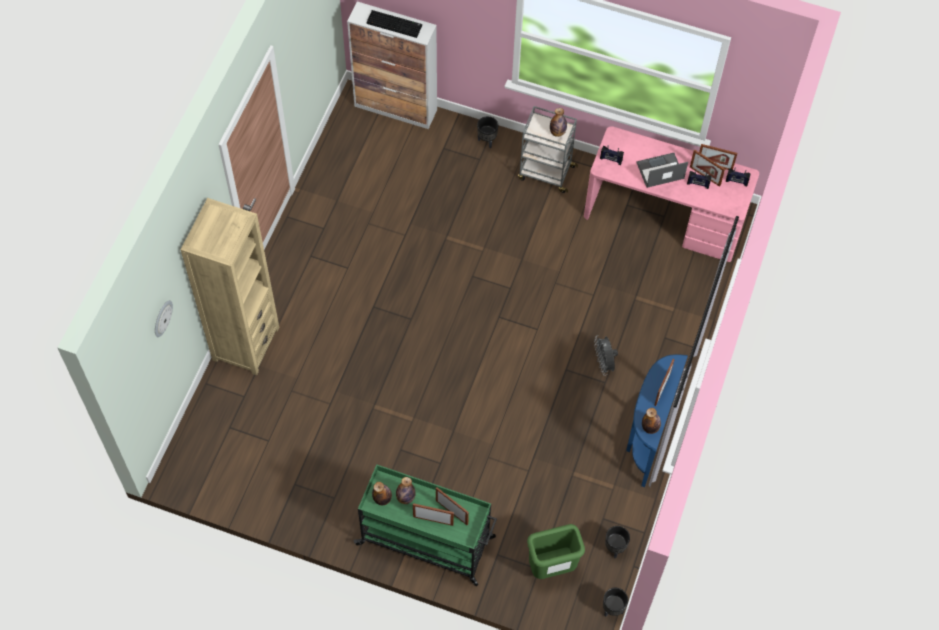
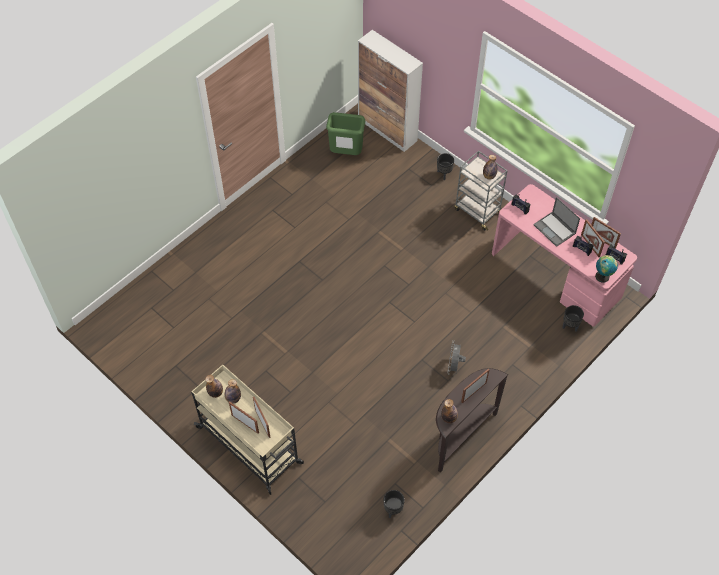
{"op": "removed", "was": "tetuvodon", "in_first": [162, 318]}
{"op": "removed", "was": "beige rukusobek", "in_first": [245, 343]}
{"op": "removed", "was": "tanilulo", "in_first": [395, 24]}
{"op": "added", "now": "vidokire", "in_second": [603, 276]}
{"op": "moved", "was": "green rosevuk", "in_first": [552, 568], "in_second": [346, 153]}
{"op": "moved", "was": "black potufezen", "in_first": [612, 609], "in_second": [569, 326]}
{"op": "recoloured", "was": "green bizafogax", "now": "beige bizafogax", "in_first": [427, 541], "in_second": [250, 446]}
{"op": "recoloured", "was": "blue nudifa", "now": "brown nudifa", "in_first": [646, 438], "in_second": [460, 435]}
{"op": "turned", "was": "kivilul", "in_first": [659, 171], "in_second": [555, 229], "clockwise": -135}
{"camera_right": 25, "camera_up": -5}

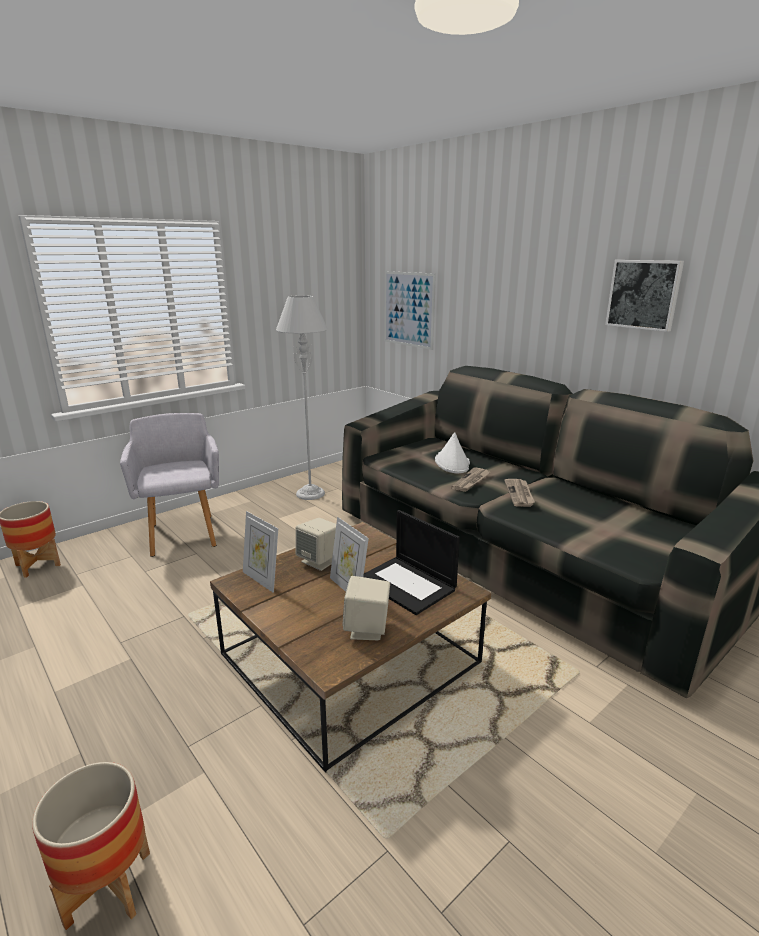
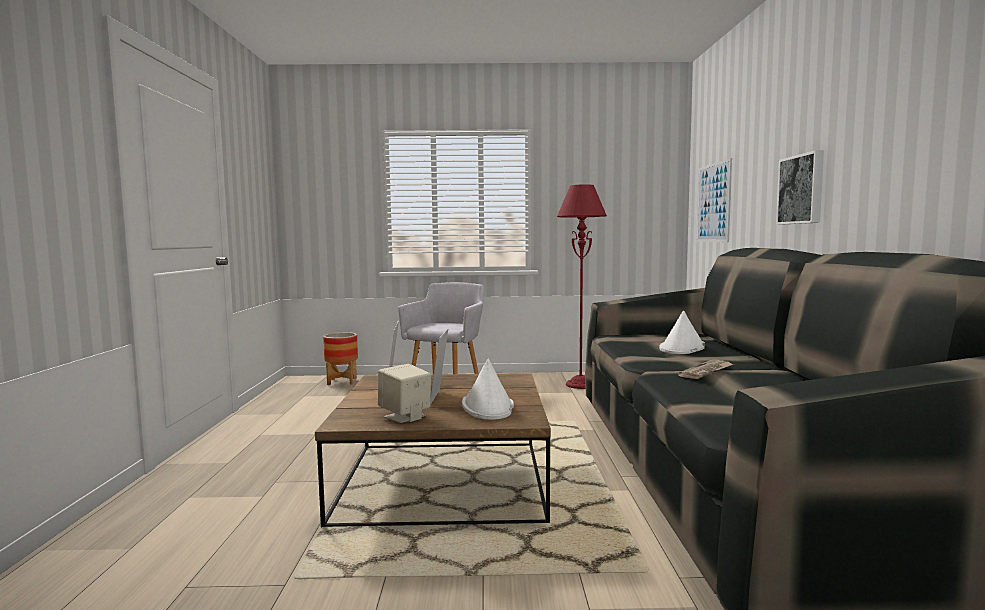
{"op": "removed", "was": "potufezen", "in_first": [109, 887]}
{"op": "removed", "was": "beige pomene", "in_first": [319, 561]}
{"op": "removed", "was": "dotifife", "in_first": [471, 481]}
{"op": "moved", "was": "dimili", "in_first": [644, 294], "in_second": [802, 189]}
{"op": "replaced", "was": "kivilul", "now": "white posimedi", "in_first": [407, 584], "in_second": [488, 406]}
{"op": "recoloured", "was": "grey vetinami", "now": "red vetinami", "in_first": [310, 493], "in_second": [580, 385]}
{"camera_right": 40, "camera_up": -15}

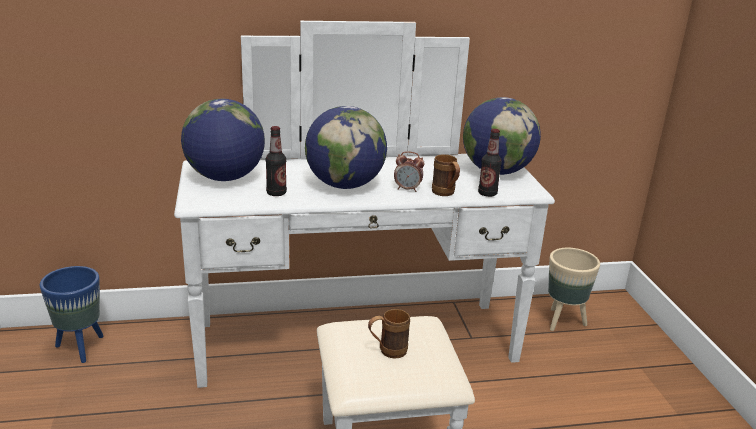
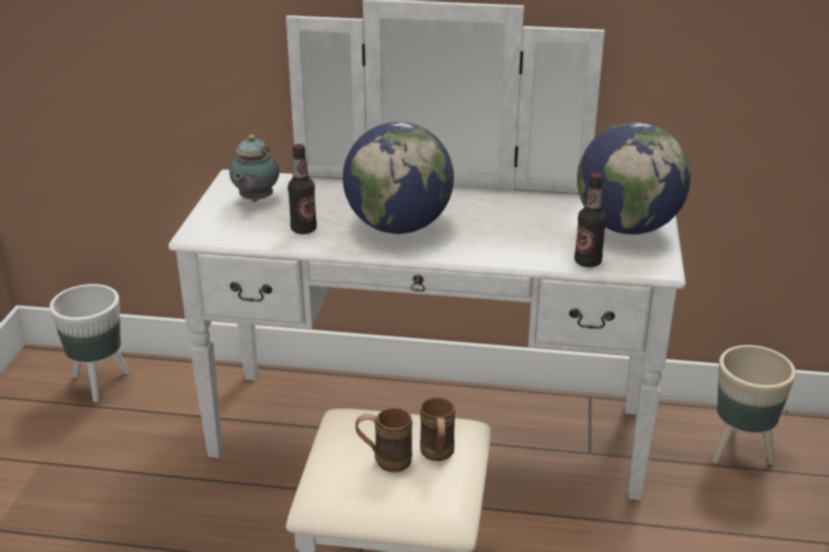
{"op": "removed", "was": "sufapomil", "in_first": [407, 189]}
{"op": "moved", "was": "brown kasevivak", "in_first": [445, 194], "in_second": [437, 456]}
{"op": "replaced", "was": "vidokire", "now": "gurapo", "in_first": [225, 178], "in_second": [255, 200]}
{"op": "recoloured", "was": "blue potufezen", "now": "white potufezen", "in_first": [81, 348], "in_second": [100, 383]}
{"camera_right": 20, "camera_up": 5}

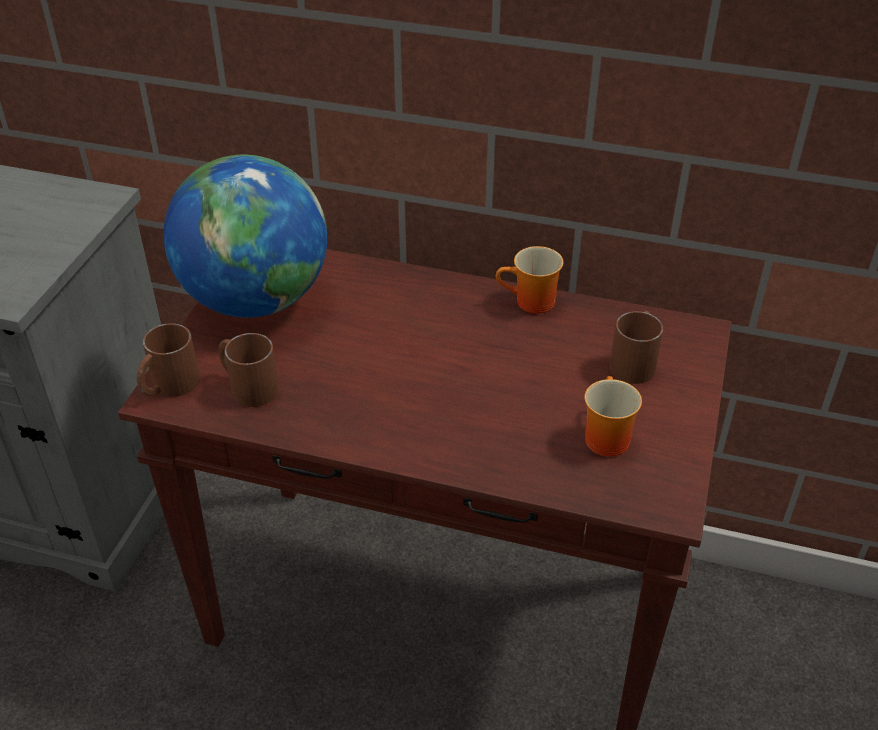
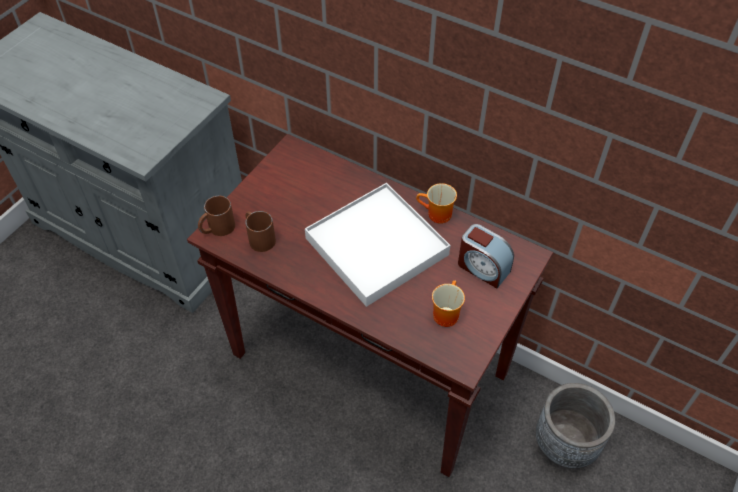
{"op": "removed", "was": "vidokire", "in_first": [255, 299]}
{"op": "added", "now": "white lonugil", "in_second": [376, 246]}
{"op": "added", "now": "grey potufezen", "in_second": [565, 443]}
{"op": "replaced", "was": "brown kasevivak", "now": "sufapomil", "in_first": [635, 361], "in_second": [482, 268]}
{"camera_right": 15, "camera_up": 10}

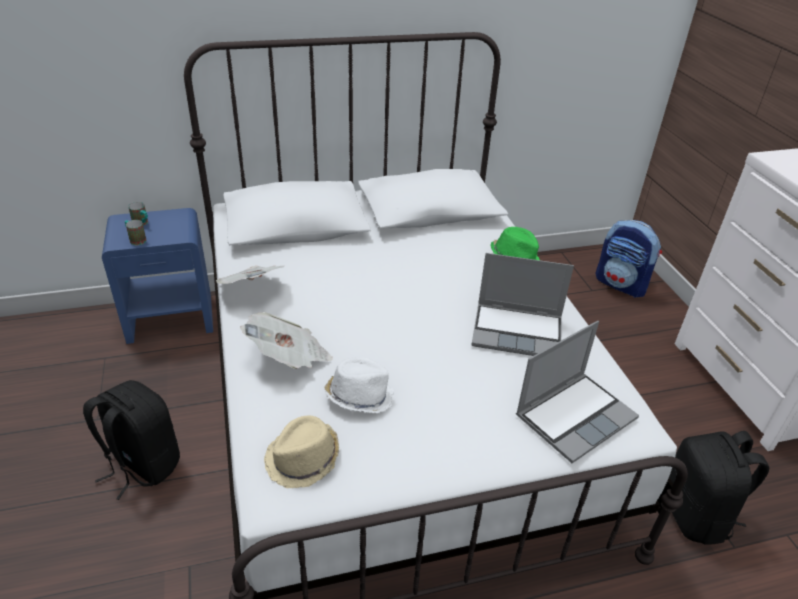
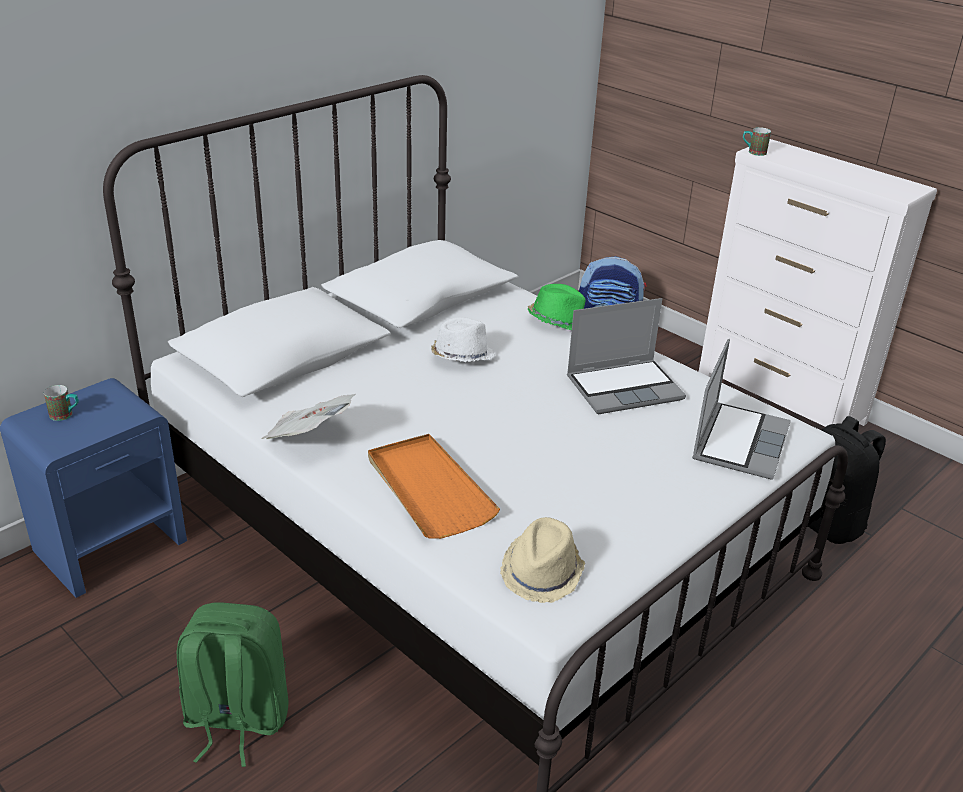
{"op": "moved", "was": "kasevivak", "in_first": [136, 239], "in_second": [753, 152]}
{"op": "moved", "was": "white posimedi", "in_first": [359, 396], "in_second": [461, 356]}
{"op": "replaced", "was": "dotifife", "now": "orange lonugil", "in_first": [289, 358], "in_second": [428, 489]}
{"op": "recoloured", "was": "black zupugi", "now": "green zupugi", "in_first": [142, 464], "in_second": [236, 719]}
{"camera_right": -30, "camera_up": -5}

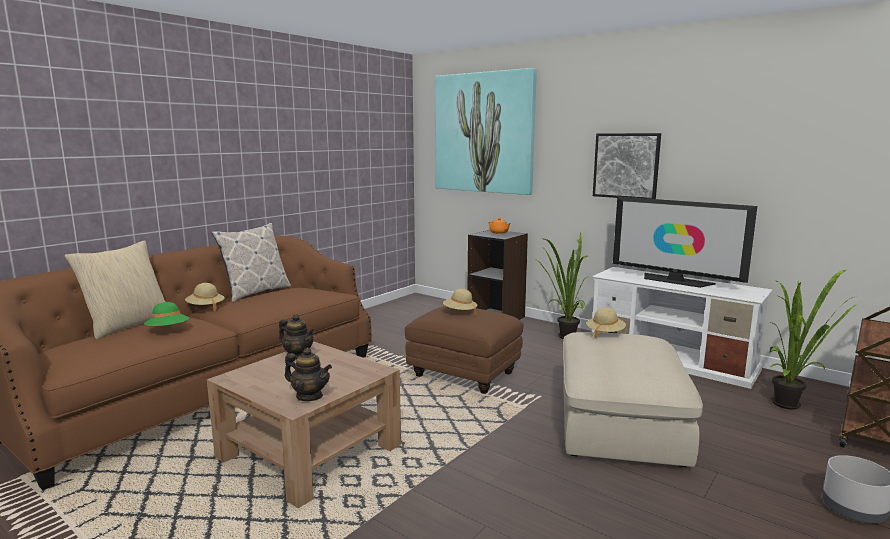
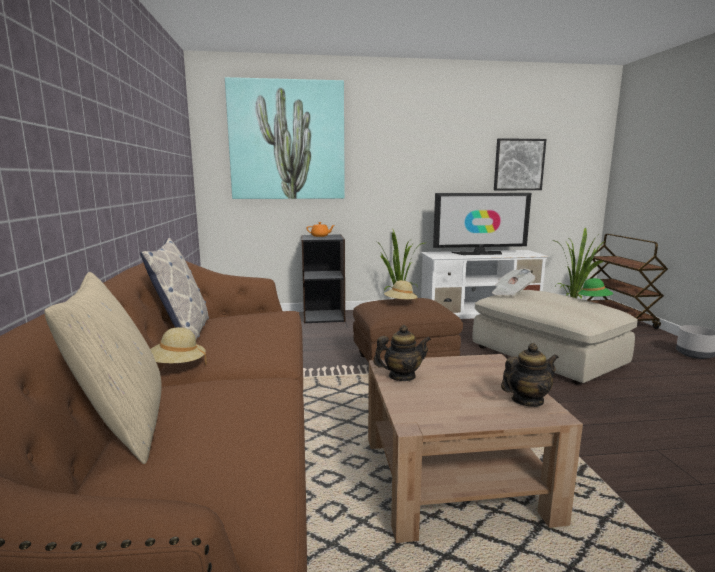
{"op": "moved", "was": "green posimedi", "in_first": [168, 330], "in_second": [593, 300]}
{"op": "moved", "was": "dimili", "in_first": [626, 166], "in_second": [518, 164]}
{"op": "replaced", "was": "beige posimedi", "now": "dotifife", "in_first": [605, 333], "in_second": [511, 293]}
{"camera_right": -45, "camera_up": 0}

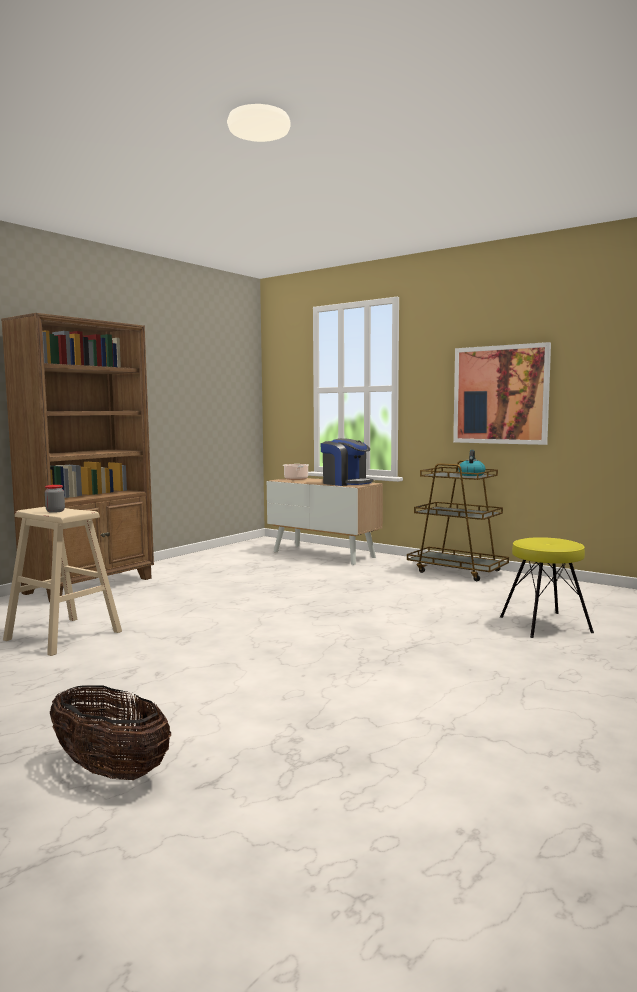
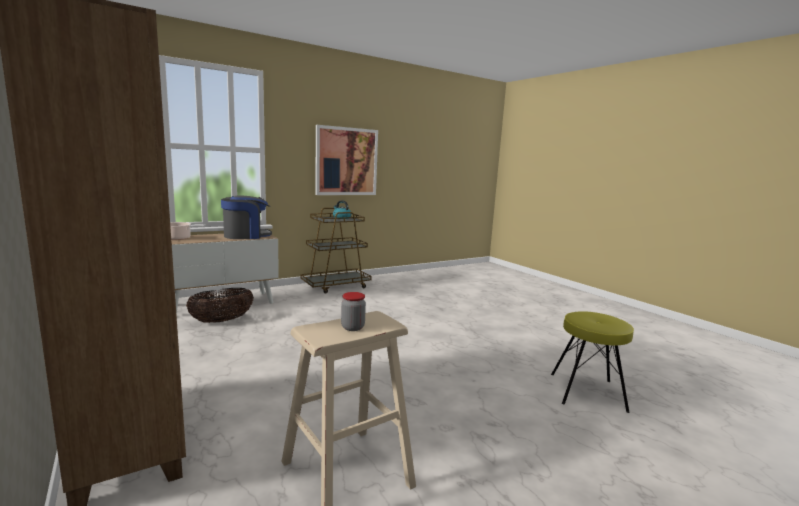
{"op": "moved", "was": "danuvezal", "in_first": [110, 770], "in_second": [222, 321]}
{"op": "moved", "was": "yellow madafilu", "in_first": [545, 625], "in_second": [587, 392]}
{"camera_right": -70, "camera_up": 5}

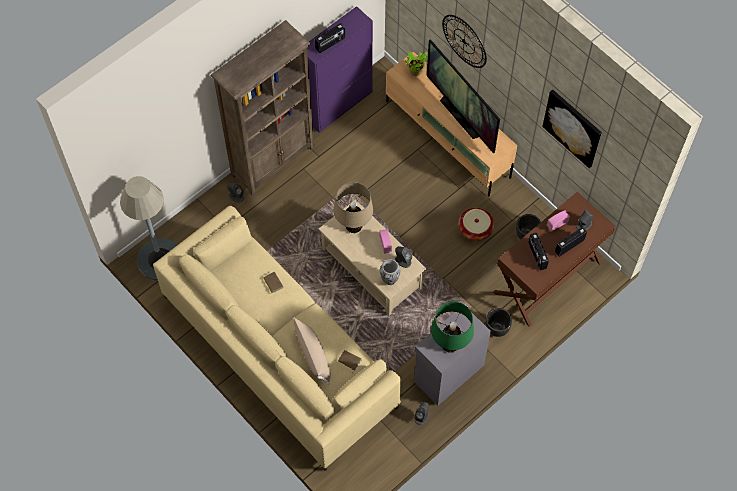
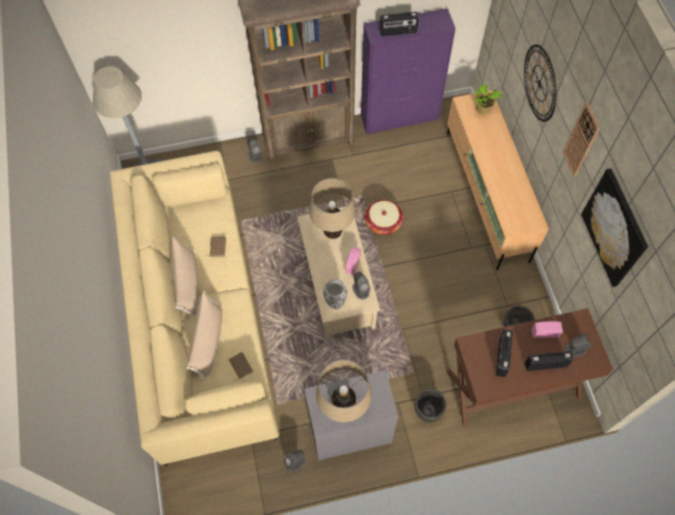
{"op": "removed", "was": "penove", "in_first": [461, 116]}
{"op": "added", "now": "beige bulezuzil", "in_second": [188, 283]}
{"op": "added", "now": "tetuvodon", "in_second": [581, 140]}
{"op": "moved", "was": "danuvezal", "in_first": [475, 229], "in_second": [383, 222]}
{"op": "recoloured", "was": "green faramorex", "now": "beige faramorex", "in_first": [450, 344], "in_second": [343, 408]}
{"camera_right": 30, "camera_up": 0}

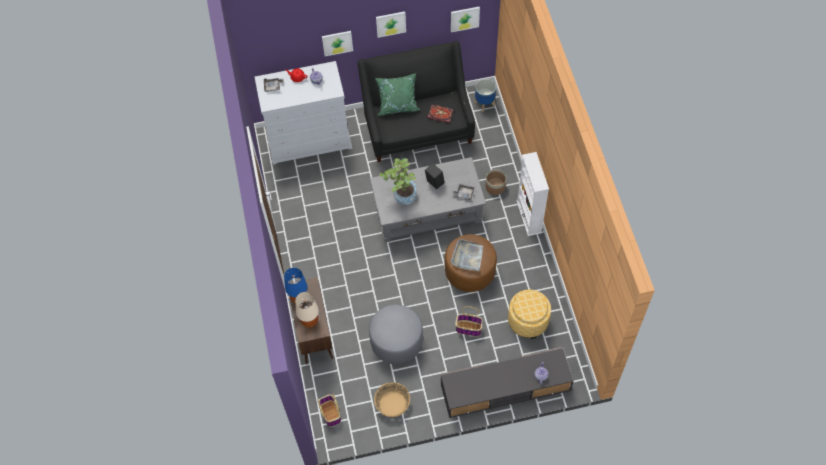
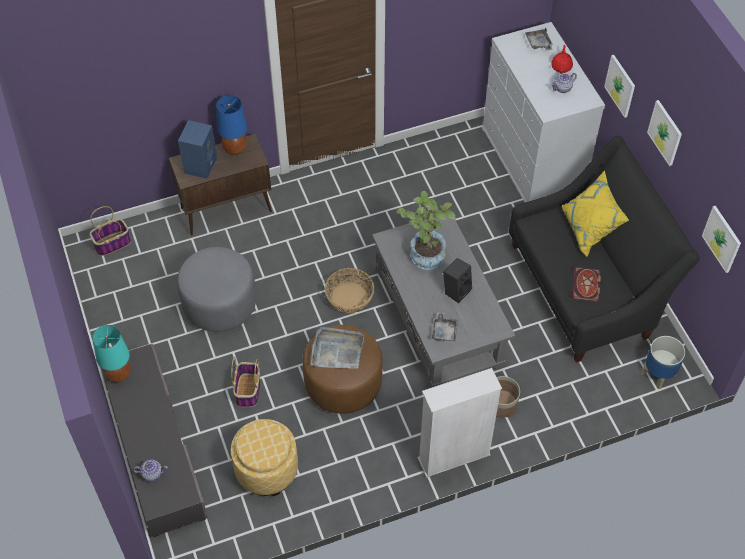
{"op": "added", "now": "turquoise faramorex", "in_second": [118, 374]}
{"op": "moved", "was": "danuvezal", "in_first": [392, 404], "in_second": [349, 298]}
{"op": "replaced", "was": "beige faramorex", "now": "blue pomene", "in_first": [309, 321], "in_second": [200, 165]}
{"op": "recoloured", "was": "green bulezuzil", "now": "yellow bulezuzil", "in_first": [398, 105], "in_second": [590, 229]}
{"camera_right": 80, "camera_up": -5}

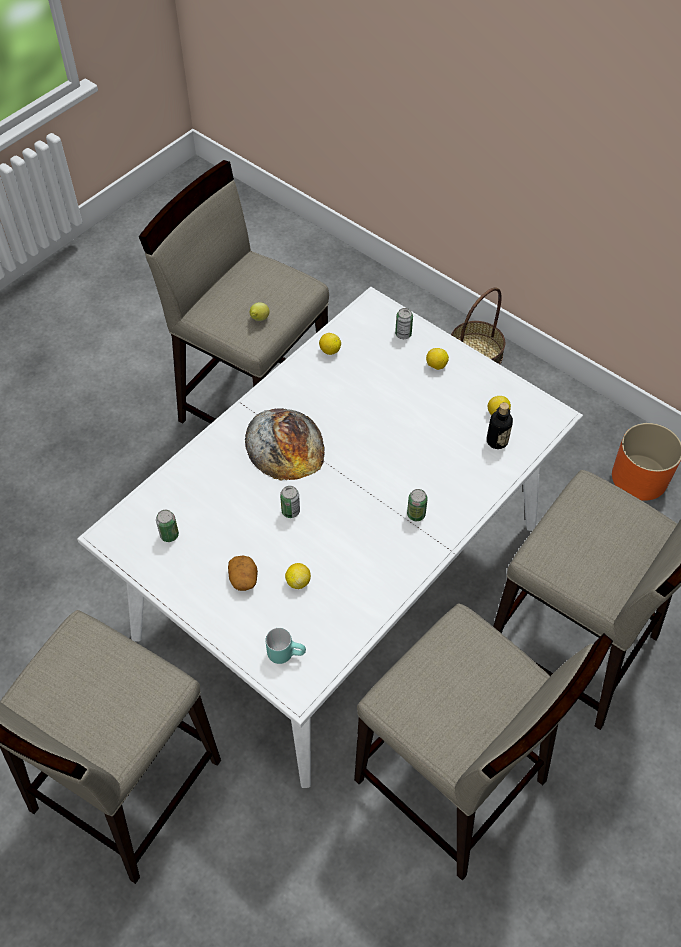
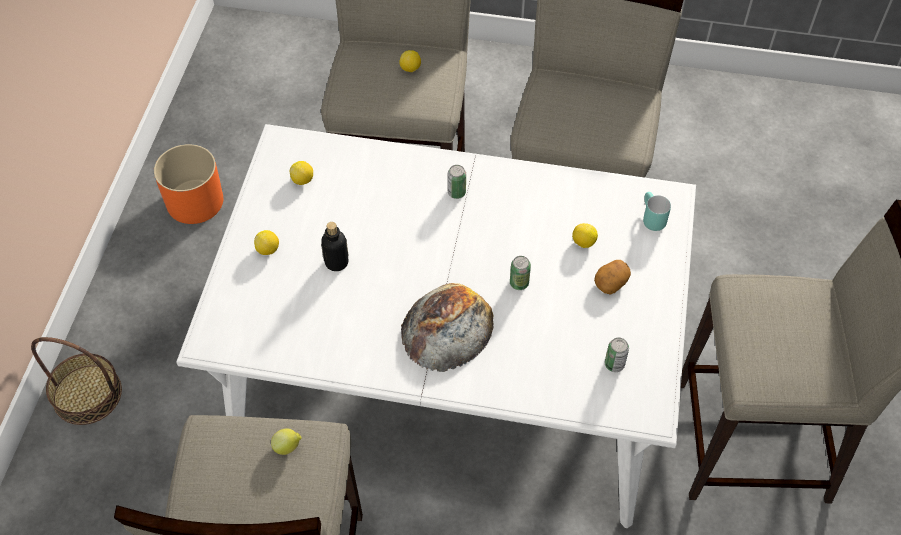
{"op": "removed", "was": "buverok", "in_first": [403, 334]}
{"op": "moved", "was": "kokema", "in_first": [329, 350], "in_second": [410, 69]}
{"op": "moved", "was": "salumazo", "in_first": [497, 441], "in_second": [336, 262]}
{"camera_right": -120, "camera_up": 0}

